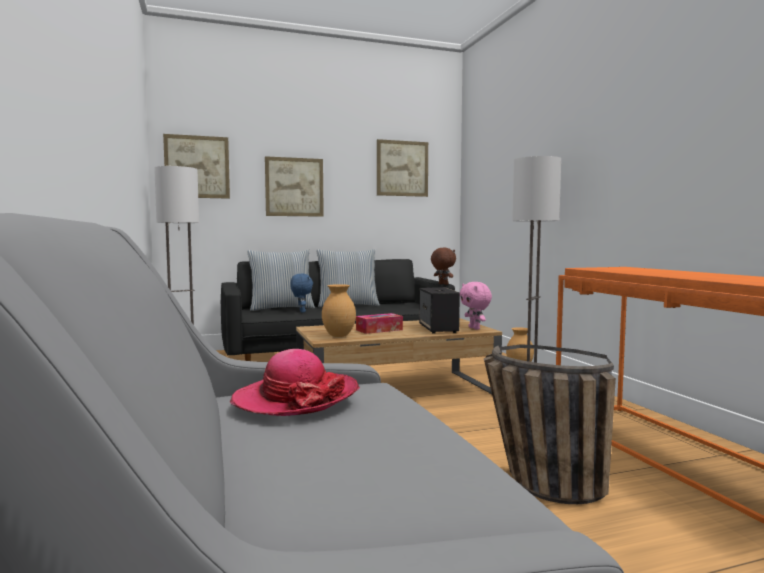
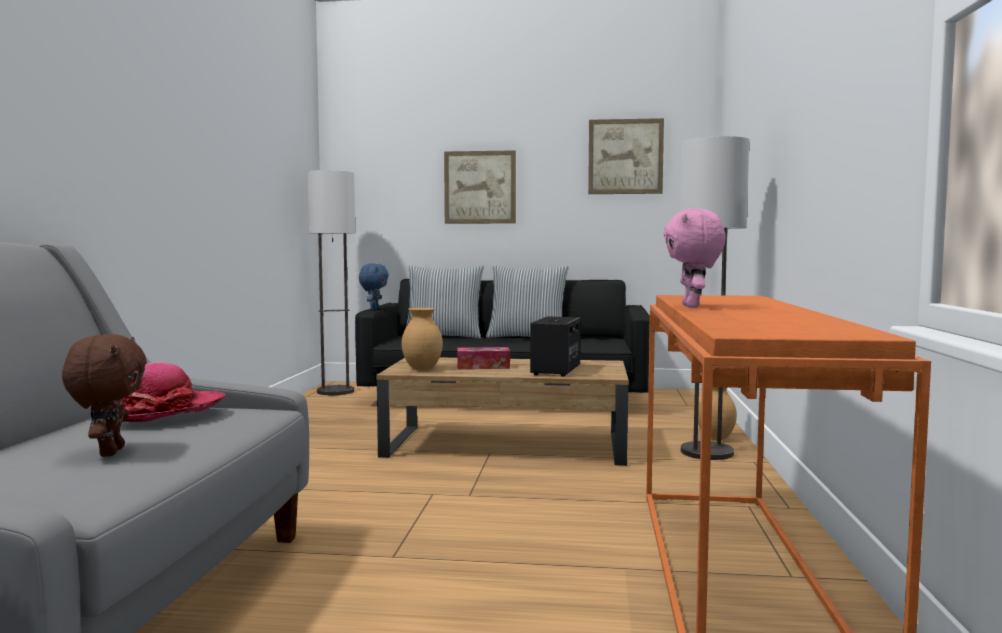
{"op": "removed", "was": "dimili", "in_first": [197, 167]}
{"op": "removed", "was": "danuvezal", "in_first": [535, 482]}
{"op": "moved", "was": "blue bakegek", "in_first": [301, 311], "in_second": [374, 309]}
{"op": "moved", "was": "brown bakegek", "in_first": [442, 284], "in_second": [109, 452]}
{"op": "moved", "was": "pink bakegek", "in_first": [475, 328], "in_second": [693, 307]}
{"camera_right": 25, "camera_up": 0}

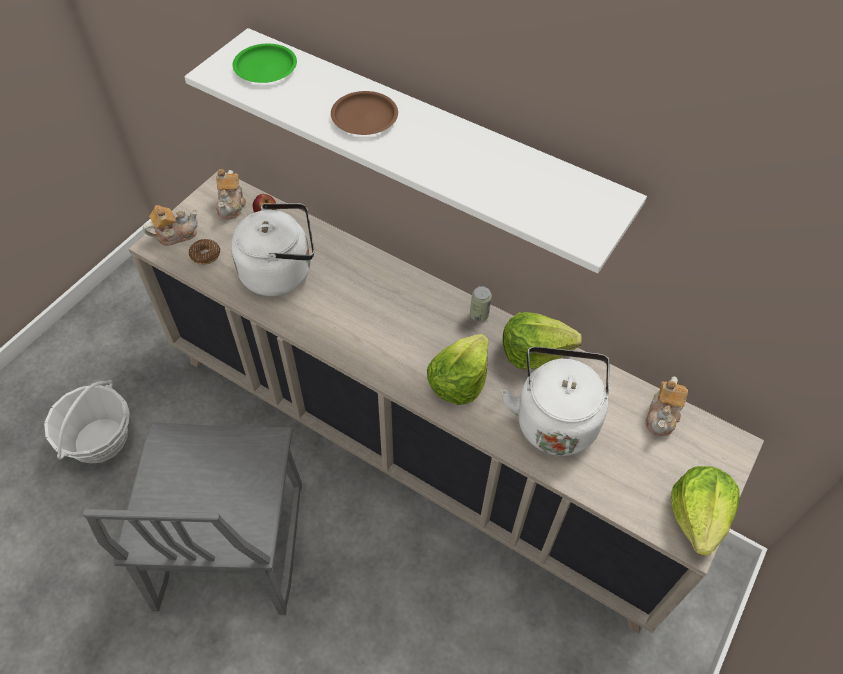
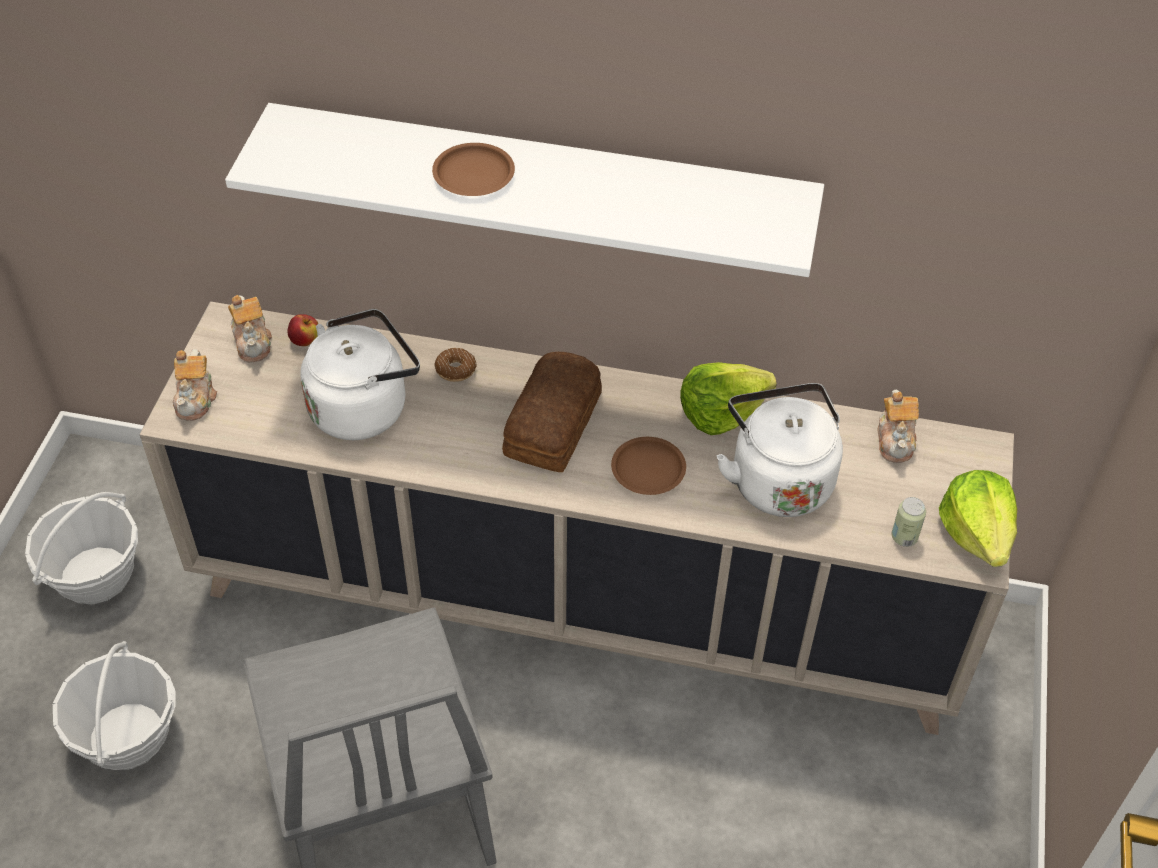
{"op": "removed", "was": "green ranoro", "in_first": [265, 68]}
{"op": "added", "now": "danuvezal", "in_second": [95, 575]}
{"op": "added", "now": "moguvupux", "in_second": [555, 424]}
{"op": "moved", "was": "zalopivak", "in_first": [205, 255], "in_second": [455, 369]}
{"op": "moved", "was": "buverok", "in_first": [479, 315], "in_second": [904, 537]}
{"op": "replaced", "was": "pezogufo", "now": "brown ranoro", "in_first": [458, 380], "in_second": [647, 470]}
{"op": "turned", "was": "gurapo", "in_first": [175, 234], "in_second": [196, 399], "clockwise": 135}
{"camera_right": -20, "camera_up": -5}

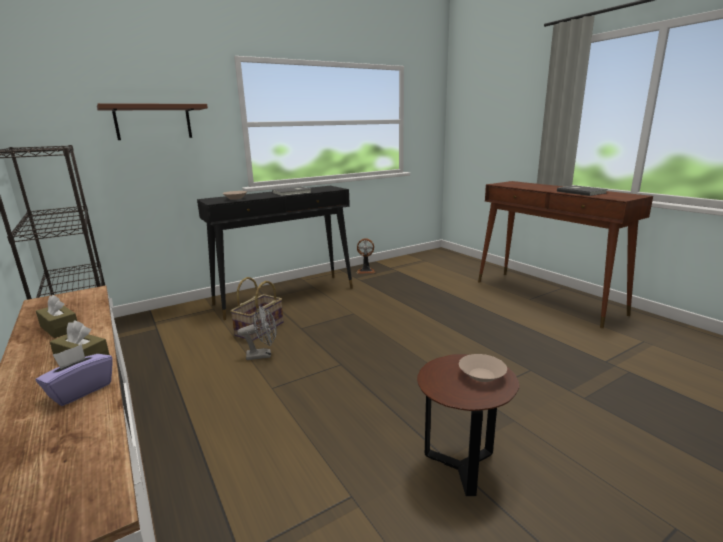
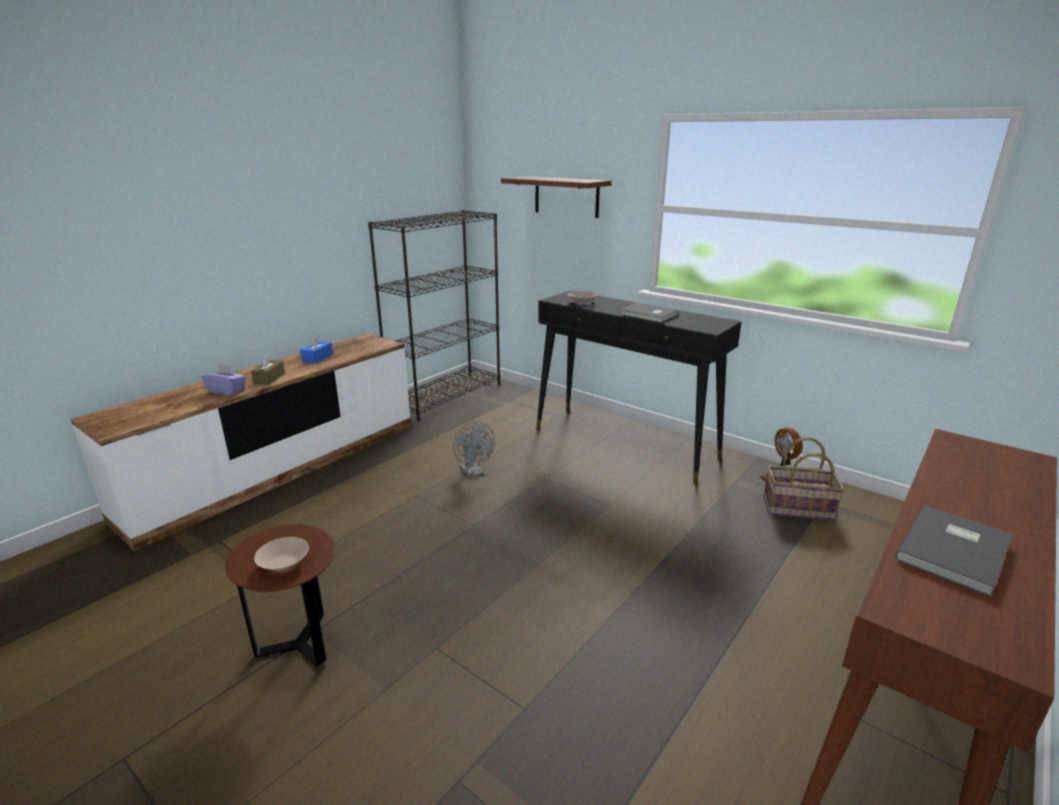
{"op": "moved", "was": "danuvezal", "in_first": [260, 329], "in_second": [797, 509]}
{"op": "recoloured", "was": "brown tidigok", "now": "blue tidigok", "in_first": [60, 328], "in_second": [317, 358]}
{"camera_right": 70, "camera_up": 5}

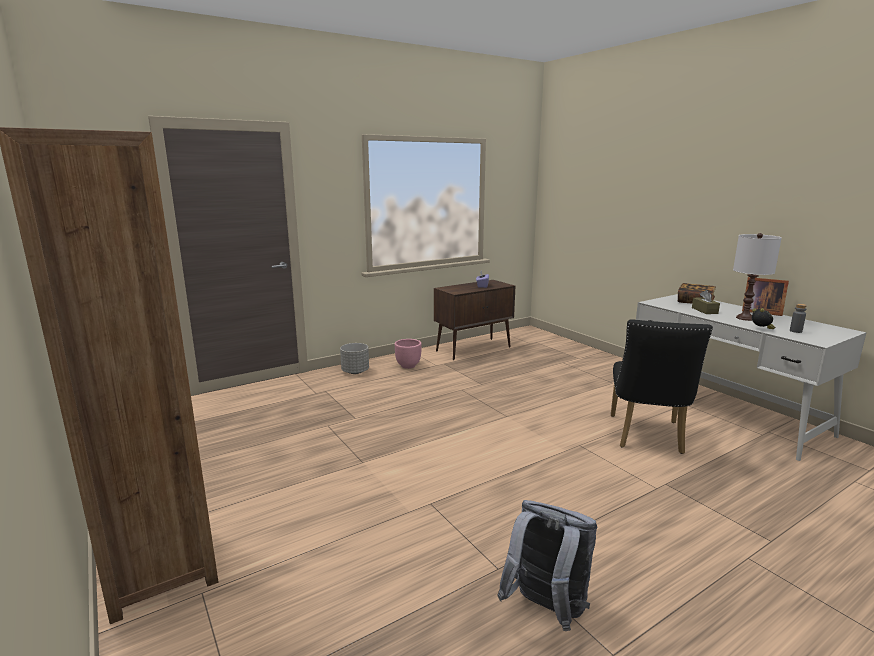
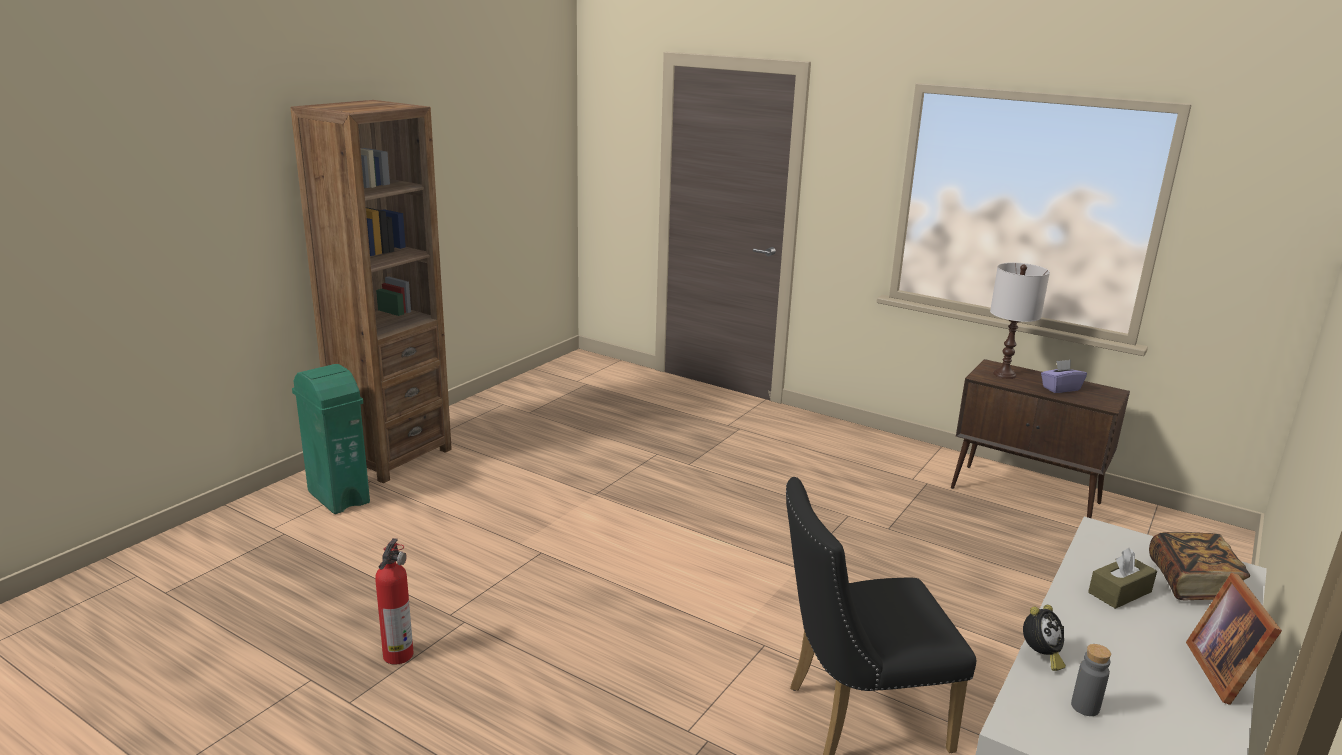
{"op": "removed", "was": "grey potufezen", "in_first": [355, 371]}
{"op": "removed", "was": "pink potufezen", "in_first": [408, 366]}
{"op": "added", "now": "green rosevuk", "in_second": [338, 497]}
{"op": "moved", "was": "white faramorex", "in_first": [745, 318], "in_second": [1004, 374]}
{"op": "replaced", "was": "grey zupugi", "now": "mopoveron", "in_first": [546, 610], "in_second": [399, 653]}
{"camera_right": 65, "camera_up": 5}

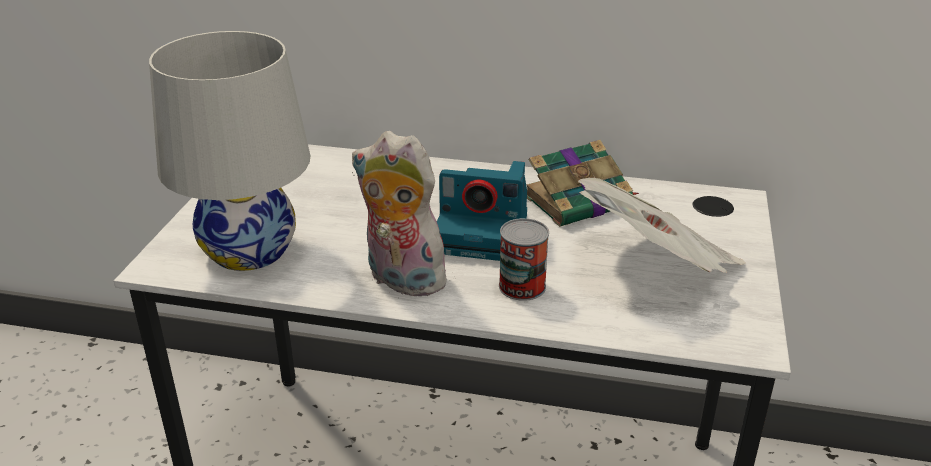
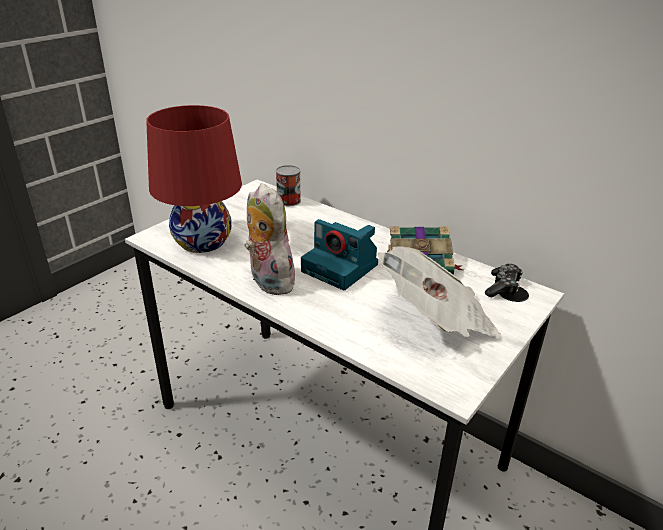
{"op": "added", "now": "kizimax", "in_second": [502, 287]}
{"op": "moved", "was": "buverok", "in_first": [522, 286], "in_second": [288, 201]}
{"op": "recoloured", "was": "white faramorex", "now": "red faramorex", "in_first": [249, 250], "in_second": [203, 241]}
{"camera_right": 25, "camera_up": 0}

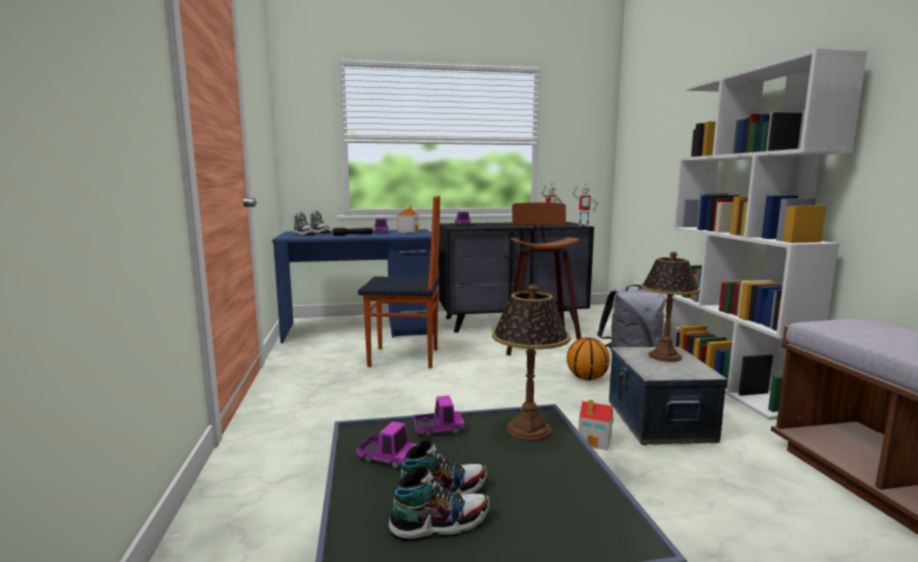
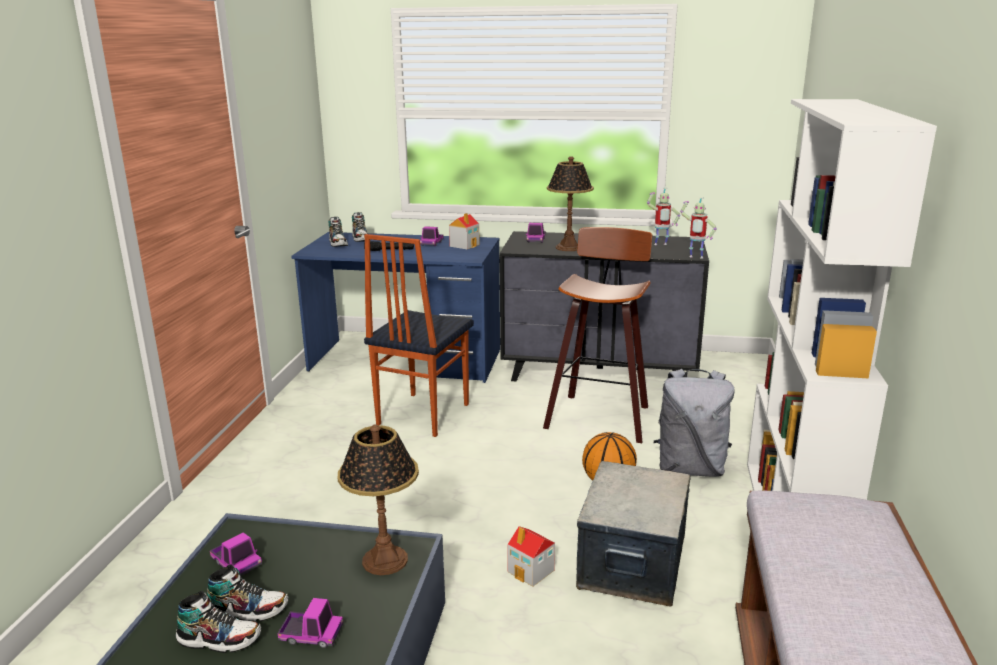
{"op": "moved", "was": "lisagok", "in_first": [438, 429], "in_second": [311, 635]}
{"op": "moved", "was": "faramorex", "in_first": [664, 356], "in_second": [568, 247]}
{"op": "turned", "was": "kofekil", "in_first": [404, 358], "in_second": [421, 414], "clockwise": 90}
{"camera_right": 20, "camera_up": 10}

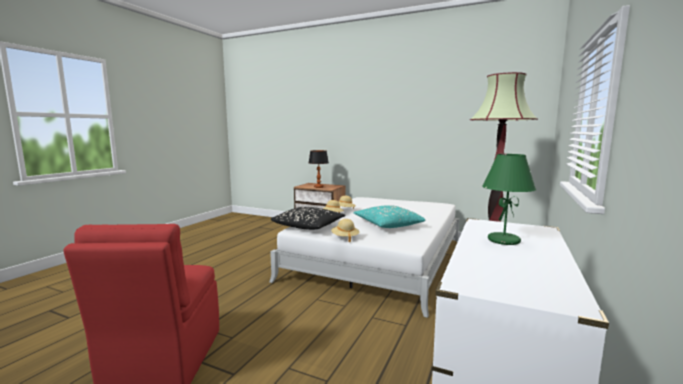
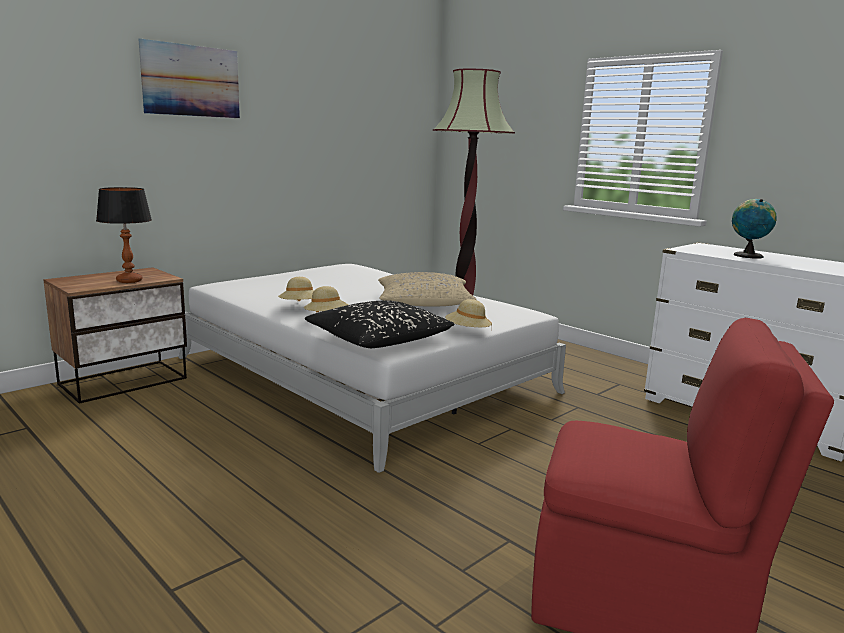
{"op": "added", "now": "dimili", "in_second": [191, 81]}
{"op": "replaced", "was": "green faramorex", "now": "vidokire", "in_first": [503, 240], "in_second": [747, 255]}
{"op": "recoloured", "was": "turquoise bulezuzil", "now": "beige bulezuzil", "in_first": [387, 225], "in_second": [424, 304]}
{"camera_right": -70, "camera_up": 5}

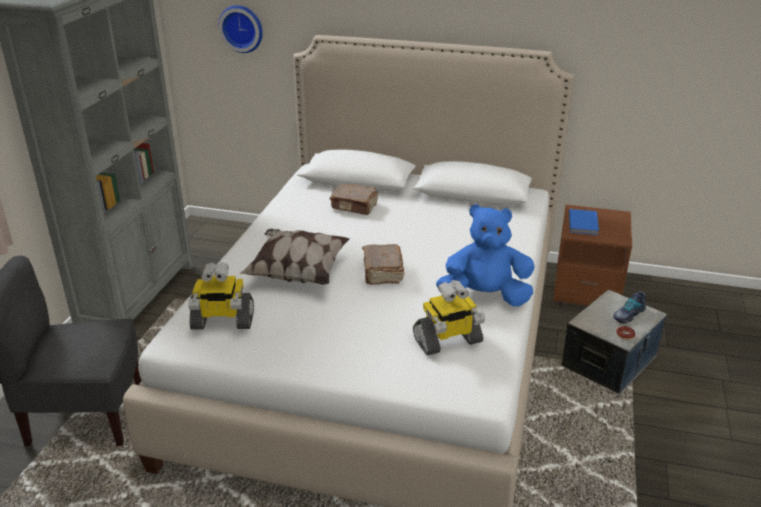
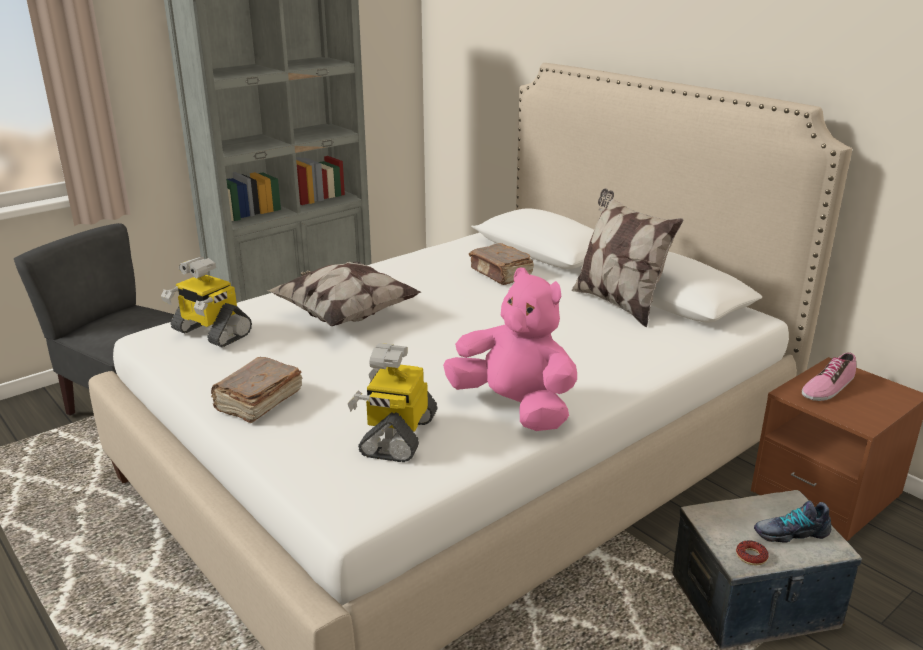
{"op": "removed", "was": "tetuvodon", "in_first": [242, 28]}
{"op": "added", "now": "bulezuzil", "in_second": [618, 303]}
{"op": "moved", "was": "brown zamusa", "in_first": [382, 272], "in_second": [258, 402]}
{"op": "replaced", "was": "blue zamusa", "now": "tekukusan", "in_first": [584, 223], "in_second": [827, 387]}
{"op": "recoloured", "was": "blue bakegek", "now": "pink bakegek", "in_first": [485, 297], "in_second": [514, 407]}
{"op": "turned", "was": "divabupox", "in_first": [447, 341], "in_second": [397, 435], "clockwise": 90}
{"camera_right": 35, "camera_up": -5}

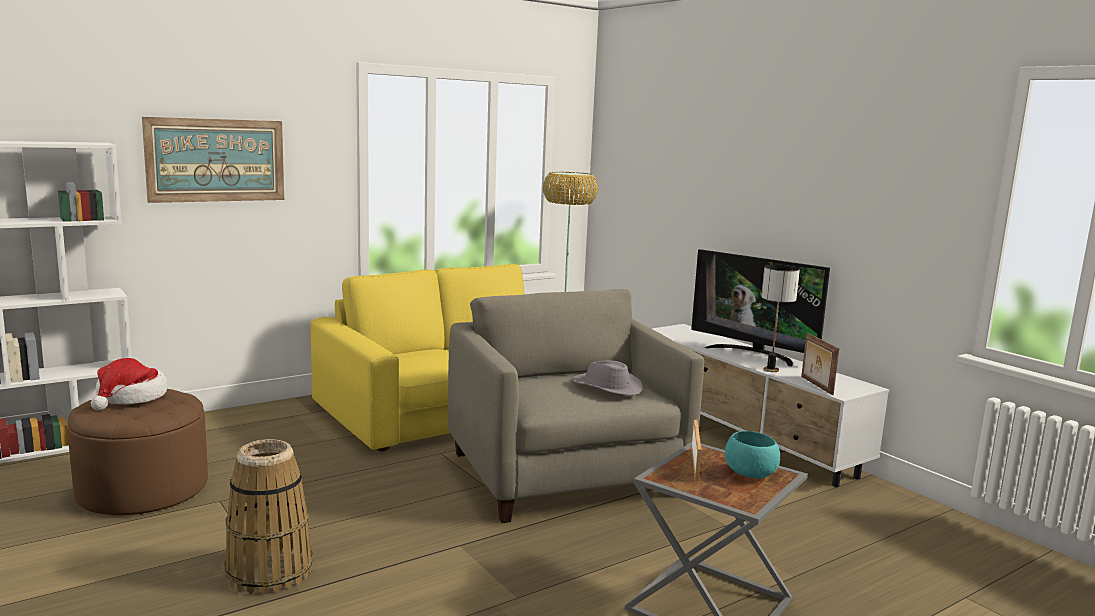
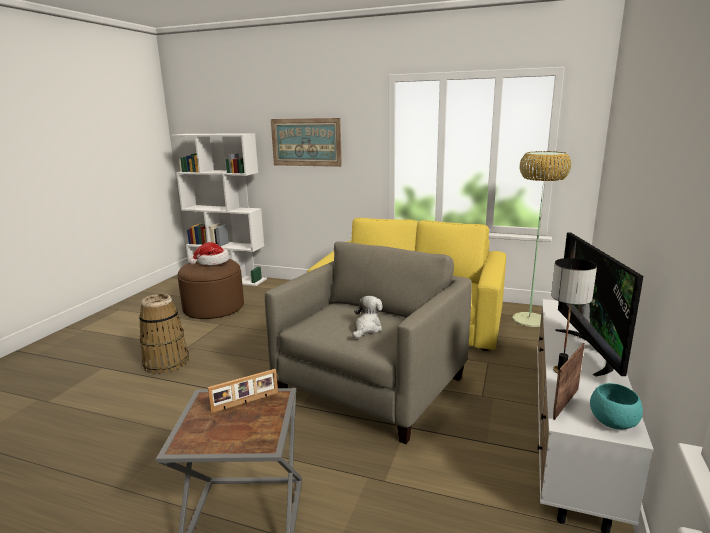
{"op": "moved", "was": "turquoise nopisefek", "in_first": [751, 474], "in_second": [613, 422]}
{"op": "replaced", "was": "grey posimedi", "now": "bakegek", "in_first": [606, 387], "in_second": [367, 329]}
{"camera_right": 55, "camera_up": 5}

